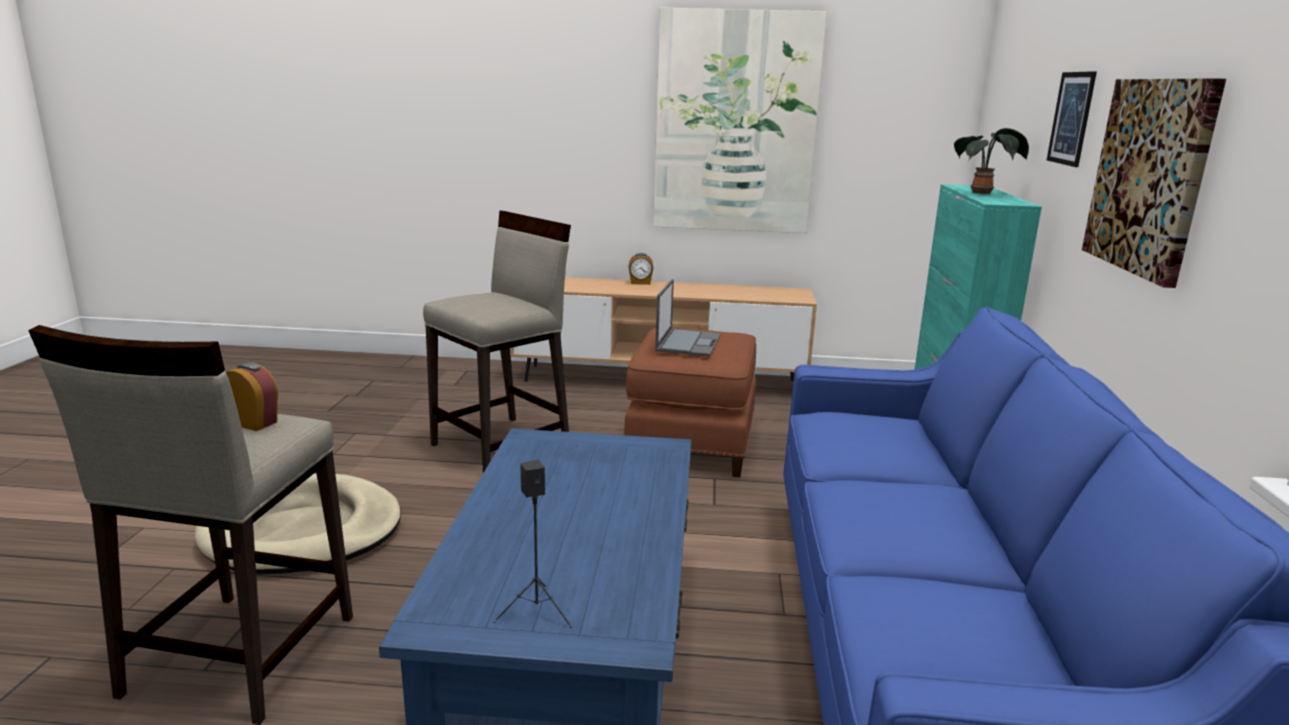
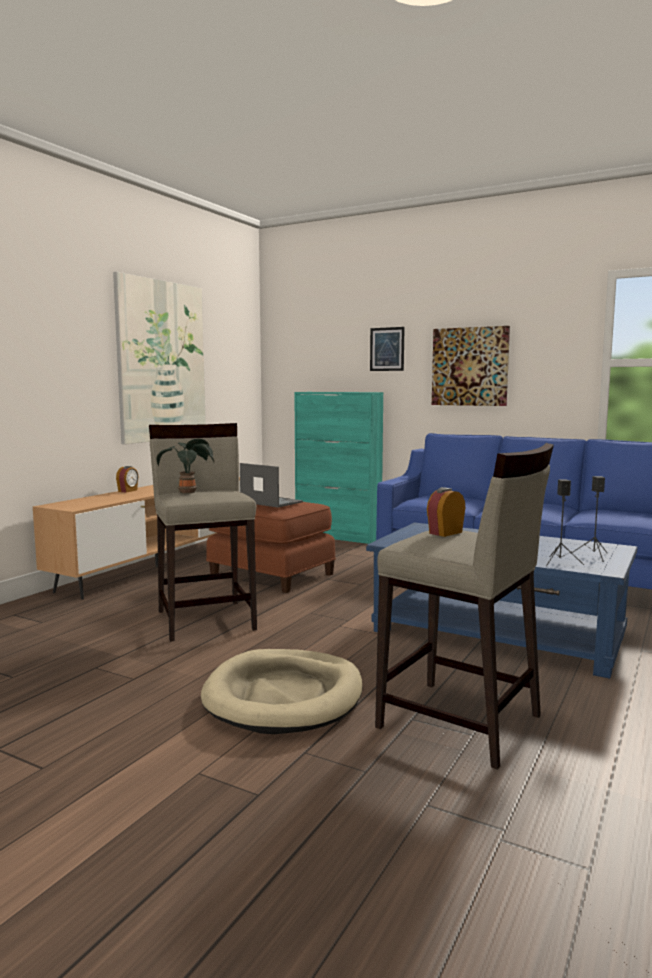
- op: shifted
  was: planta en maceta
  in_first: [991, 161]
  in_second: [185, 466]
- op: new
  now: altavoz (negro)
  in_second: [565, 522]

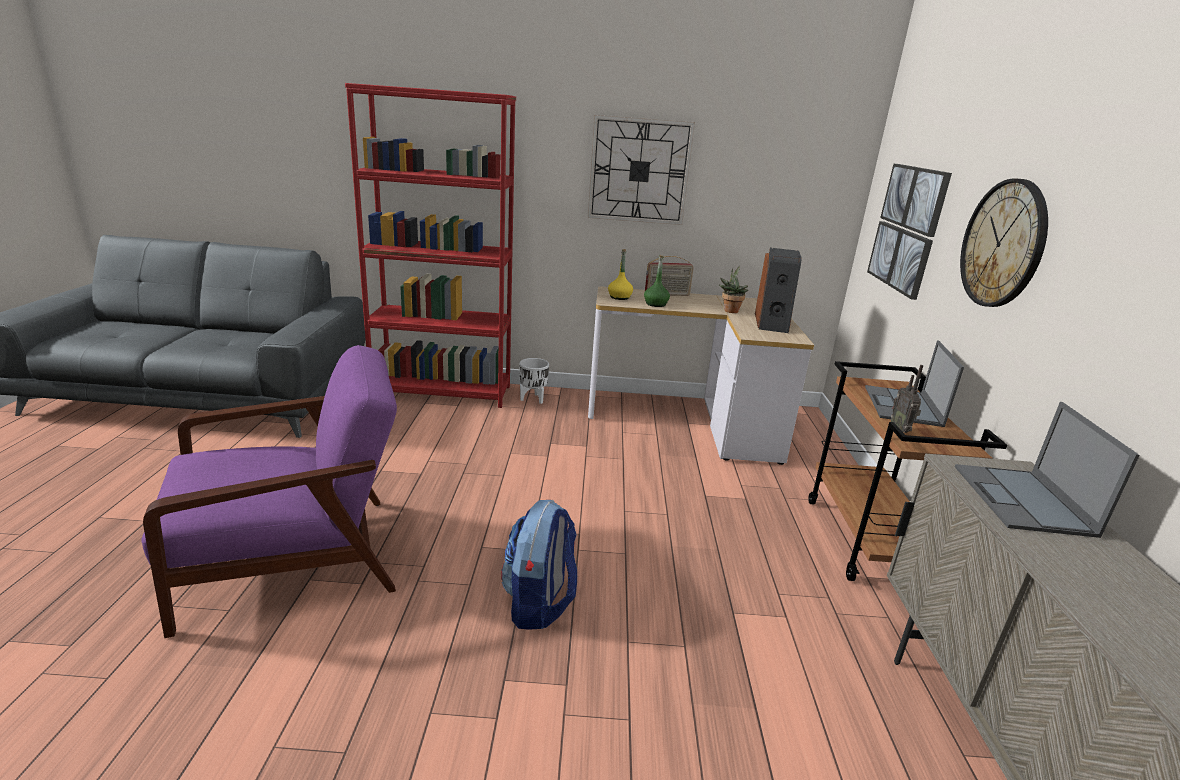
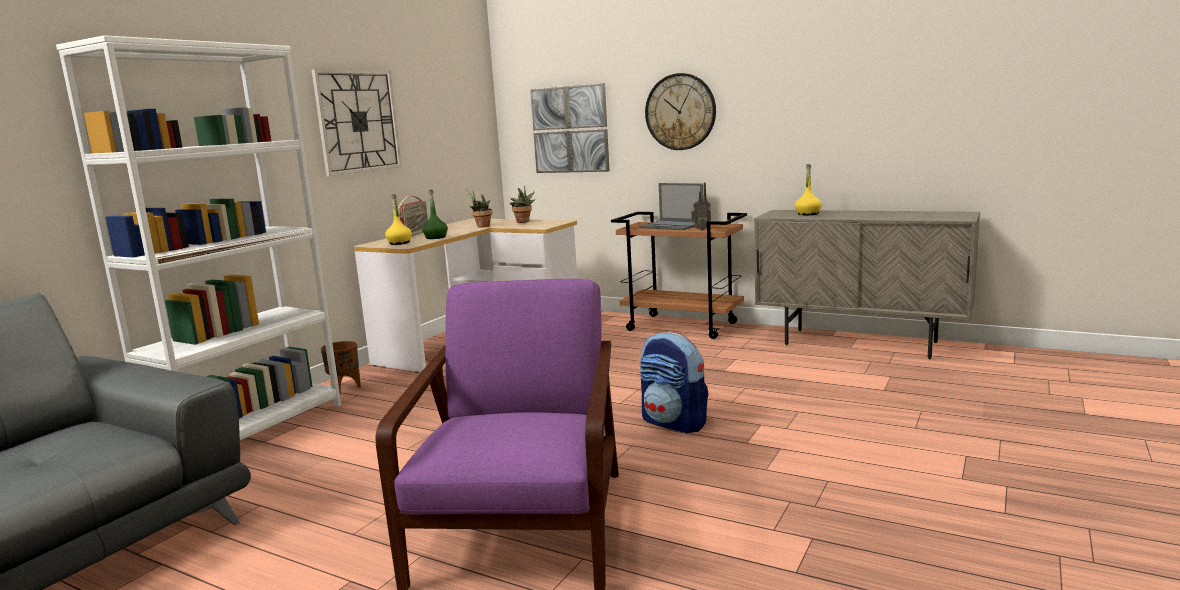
- op: repainted
  was: estantería (rojo)
  now: estantería (blanco)
  in_first: [430, 245]
  in_second: [198, 237]
- op: repainted
  was: maceta (blanco)
  now: maceta (marrón)
  in_first: [534, 381]
  in_second: [341, 367]
- op: swapped
  was: altavoz
  now: planta en maceta
  in_first: [778, 290]
  in_second: [523, 204]
- op: swapped
  was: portátil
  now: botella (amarillo)
  in_first: [1047, 470]
  in_second: [808, 189]

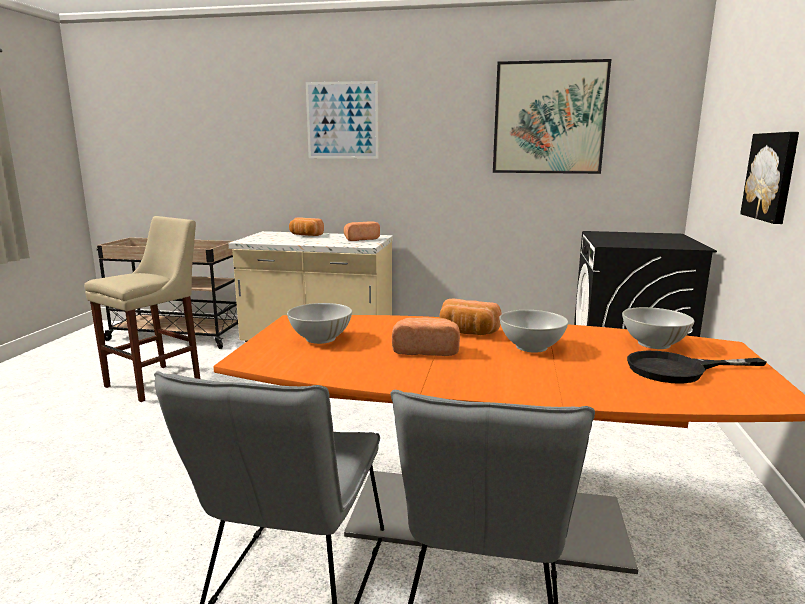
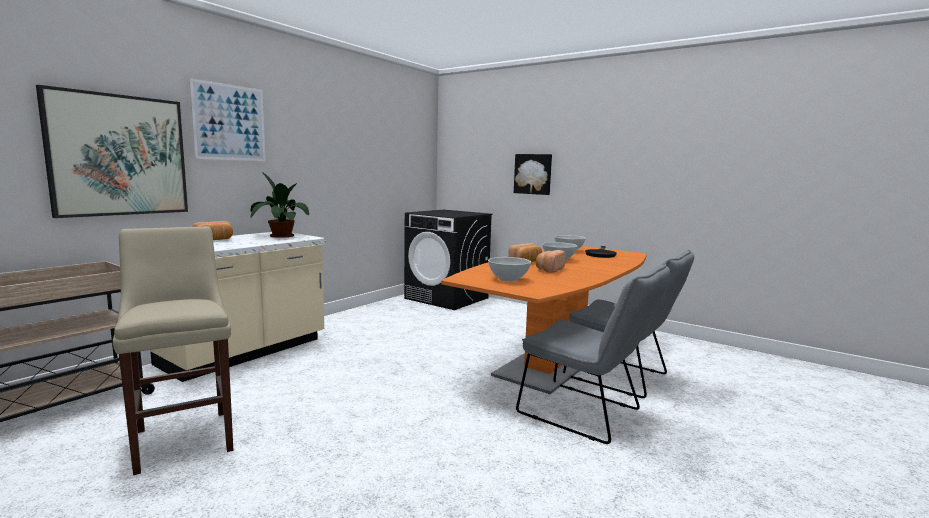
- op: swapped
  was: pan
  now: planta en maceta
  in_first: [362, 231]
  in_second: [279, 205]
- op: shifted
  was: cuadro
  in_first: [552, 116]
  in_second: [112, 151]

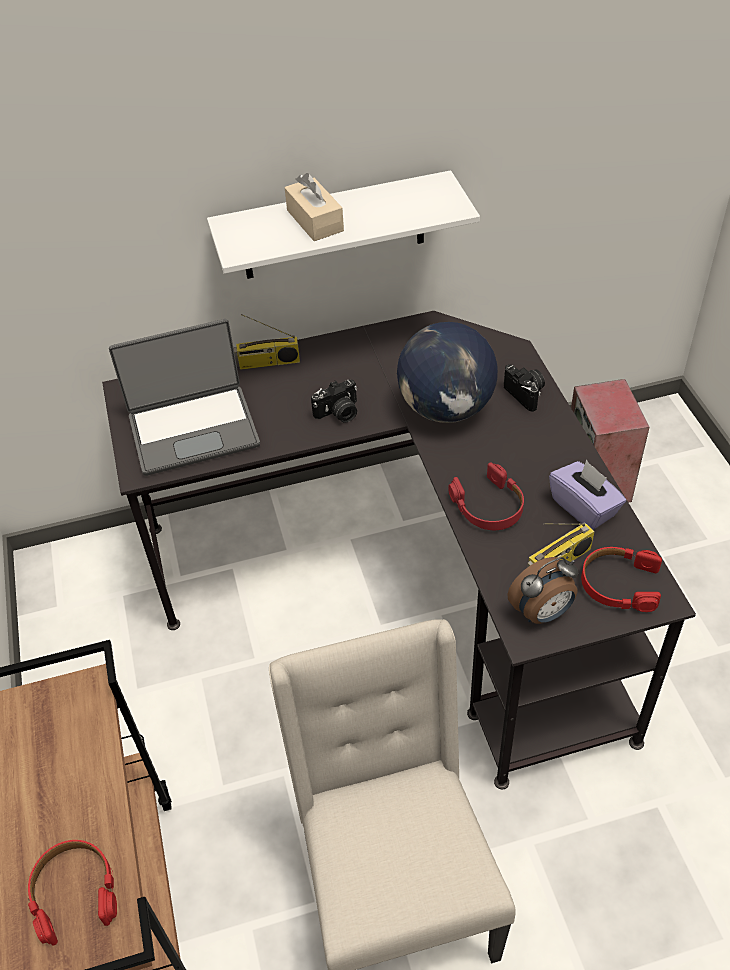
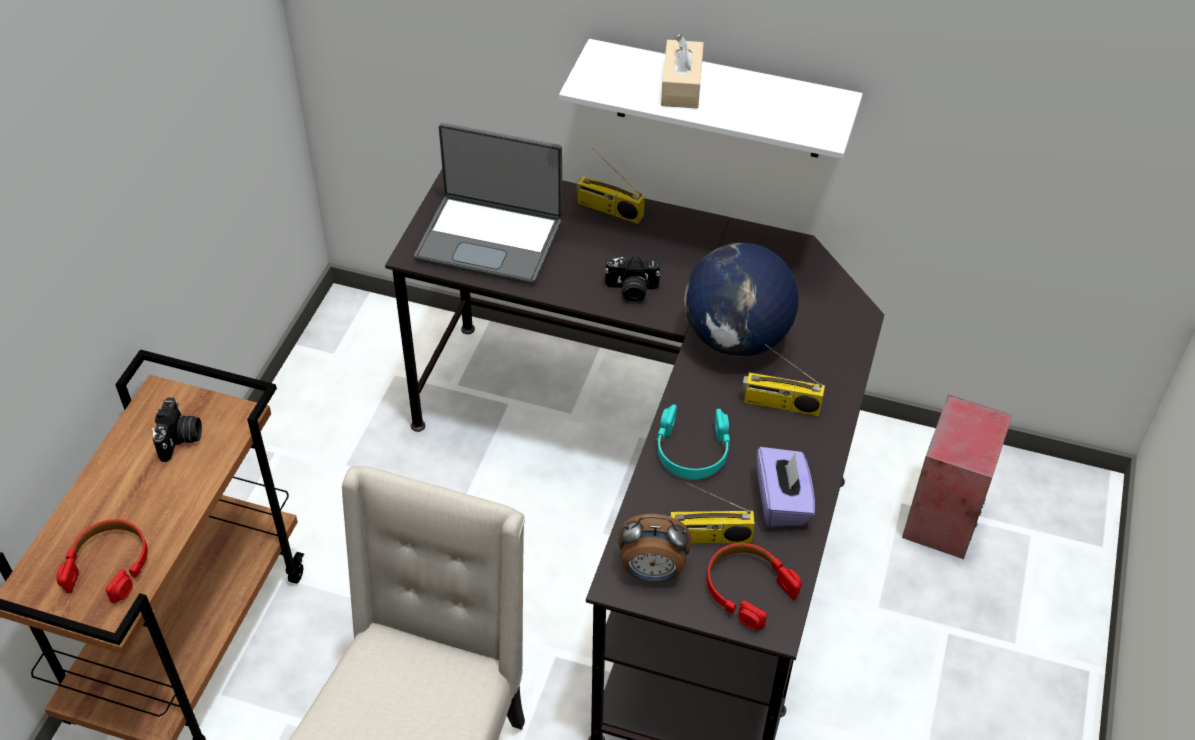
- op: repainted
  was: auriculares (rojo)
  now: auriculares (turquesa)
  in_first: [486, 496]
  in_second: [693, 441]
- op: shifted
  was: cámara
  in_first: [524, 388]
  in_second: [177, 430]
- op: new
  now: radio
  in_second: [783, 380]

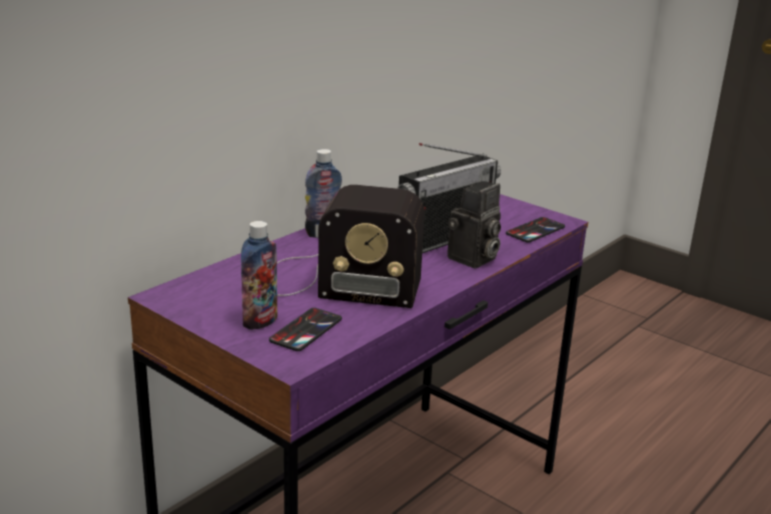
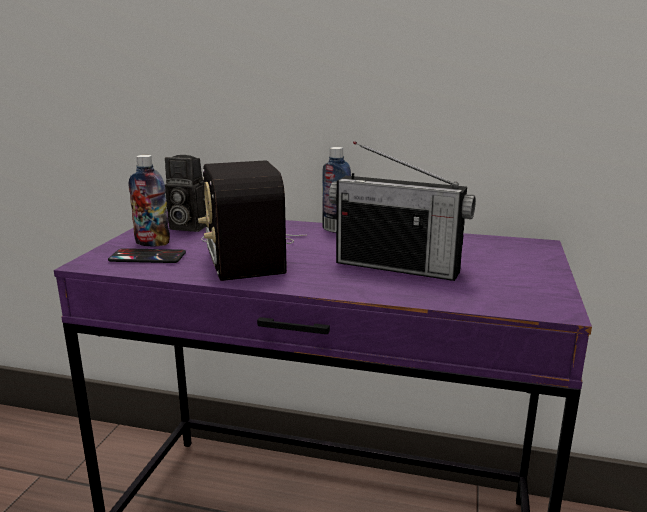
- op: shifted
  was: cámara
  in_first: [474, 224]
  in_second: [186, 193]
- op: gone
  was: móvil
  in_first: [535, 230]

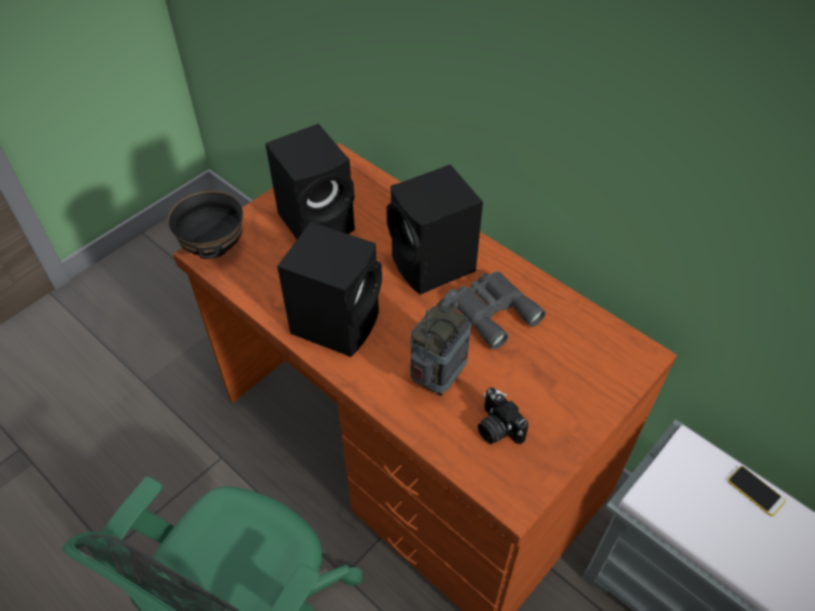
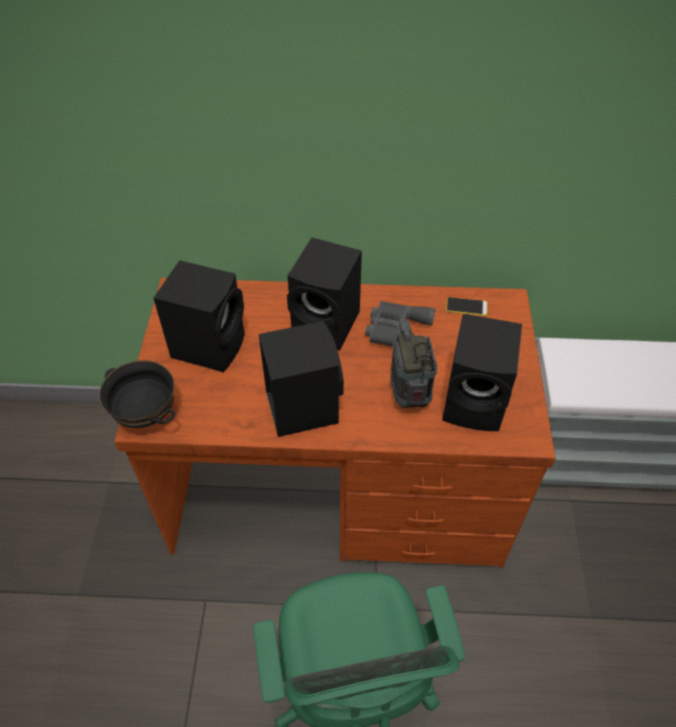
- op: swapped
  was: cámara
  now: altavoz (negro)
  in_first: [503, 415]
  in_second: [482, 372]
- op: shifted
  was: móvil
  in_first: [757, 491]
  in_second: [467, 306]

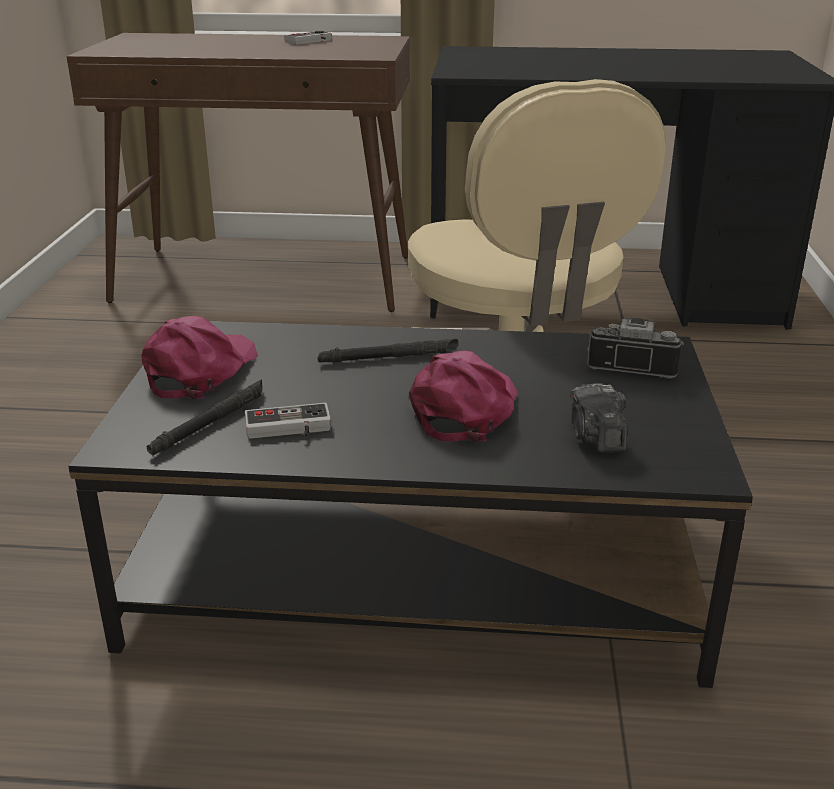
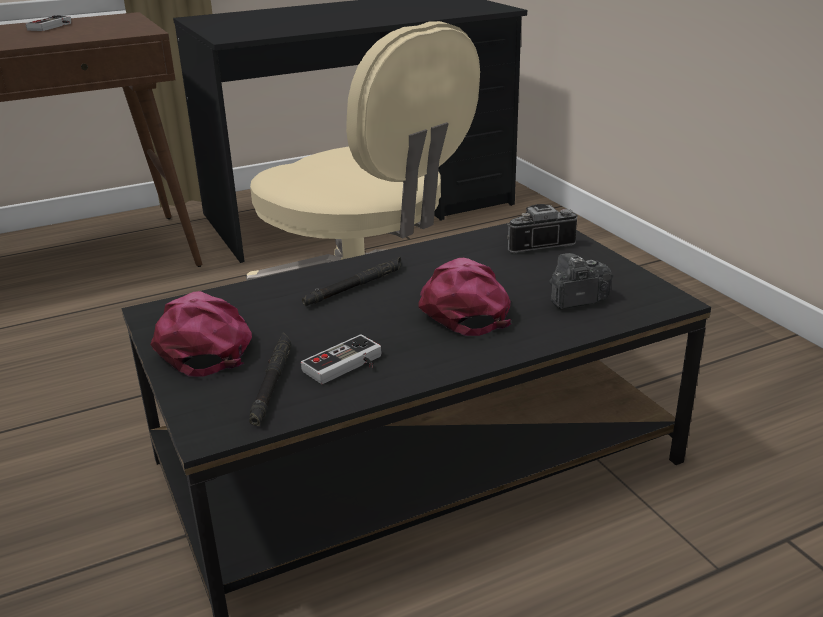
- op: rotated
  was: cámara
  in_first: [598, 418]
  in_second: [581, 281]
  clockwise: 105

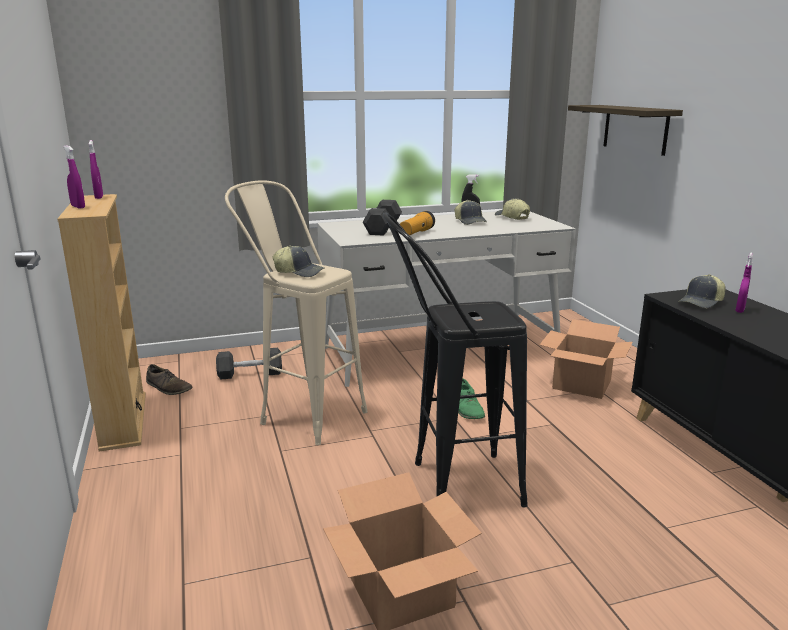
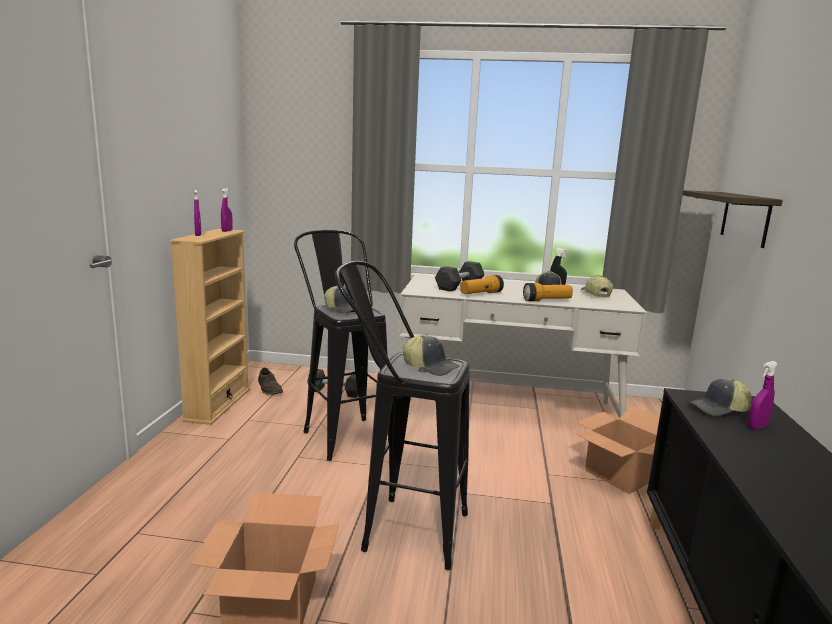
- op: repainted
  was: taburete (beis)
  now: taburete (negro)
  in_first: [296, 312]
  in_second: [342, 345]
- op: gone
  was: zapato (verde)
  in_first: [471, 399]
- op: new
  now: gorra
  in_second: [431, 355]
- op: new
  now: linterna
  in_second: [548, 292]

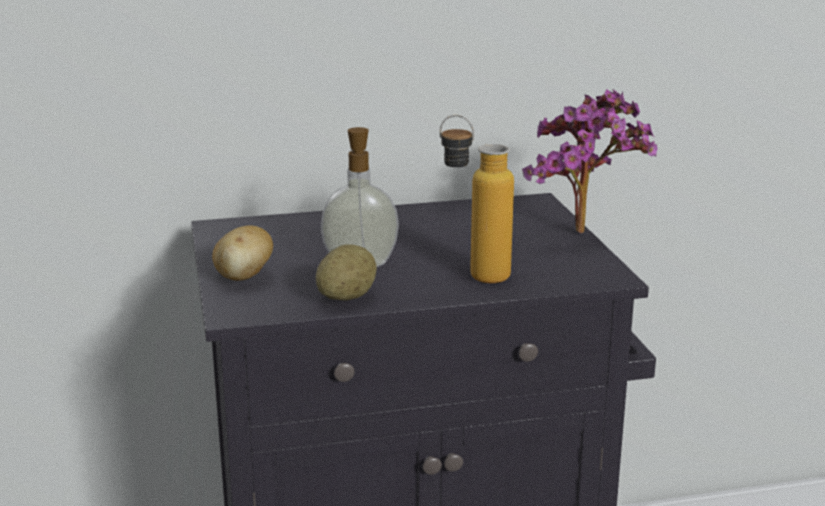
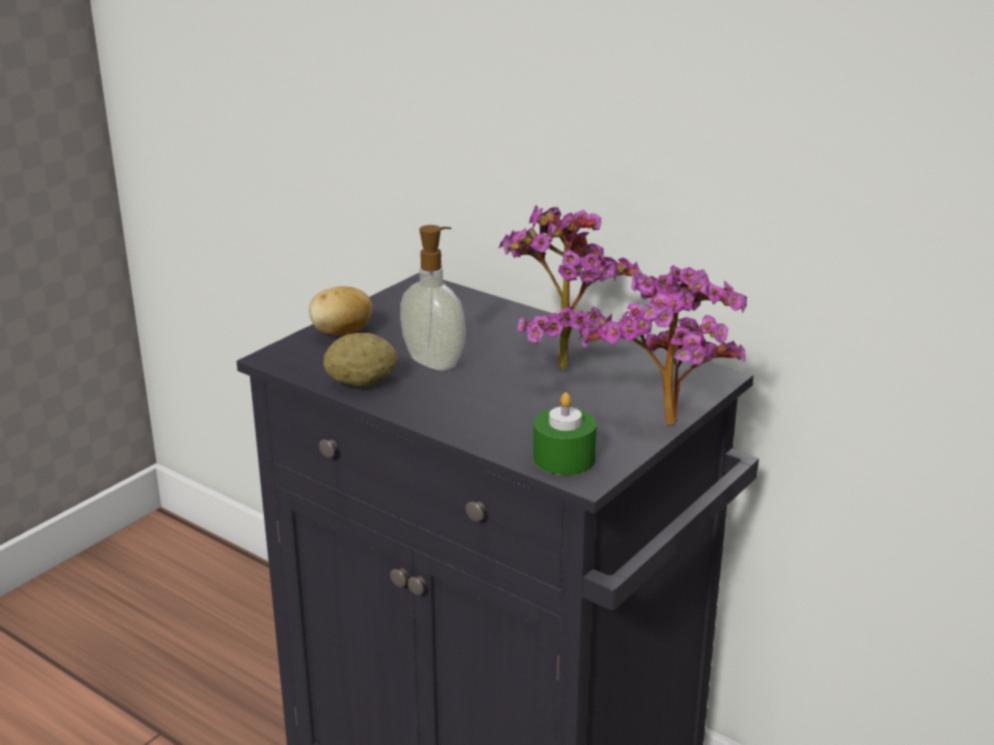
- op: gone
  was: botella
  in_first: [477, 199]
- op: new
  now: planta en maceta
  in_second: [571, 288]
- op: new
  now: vela (verde)
  in_second: [565, 433]

